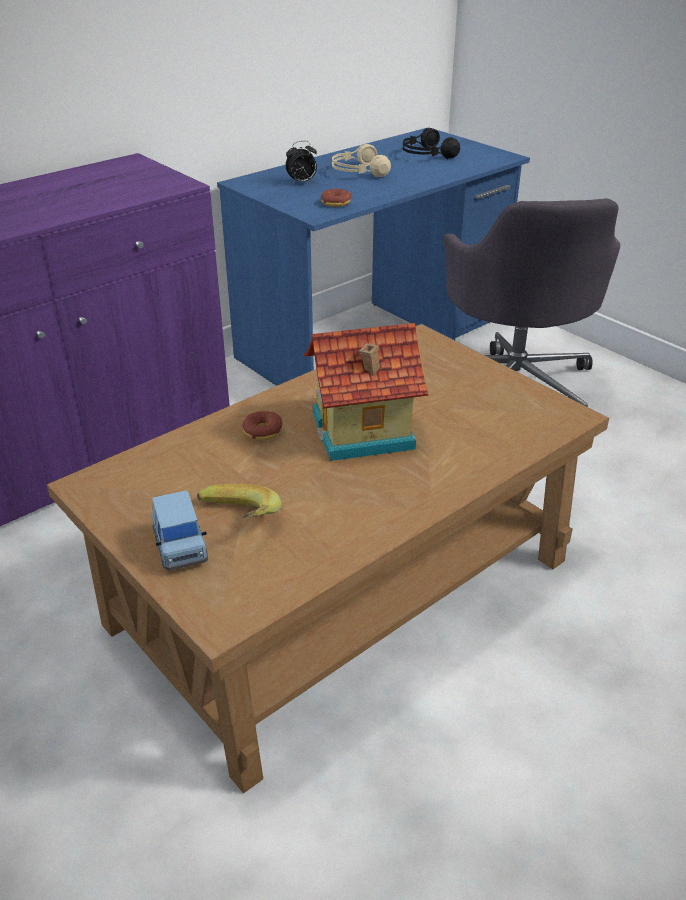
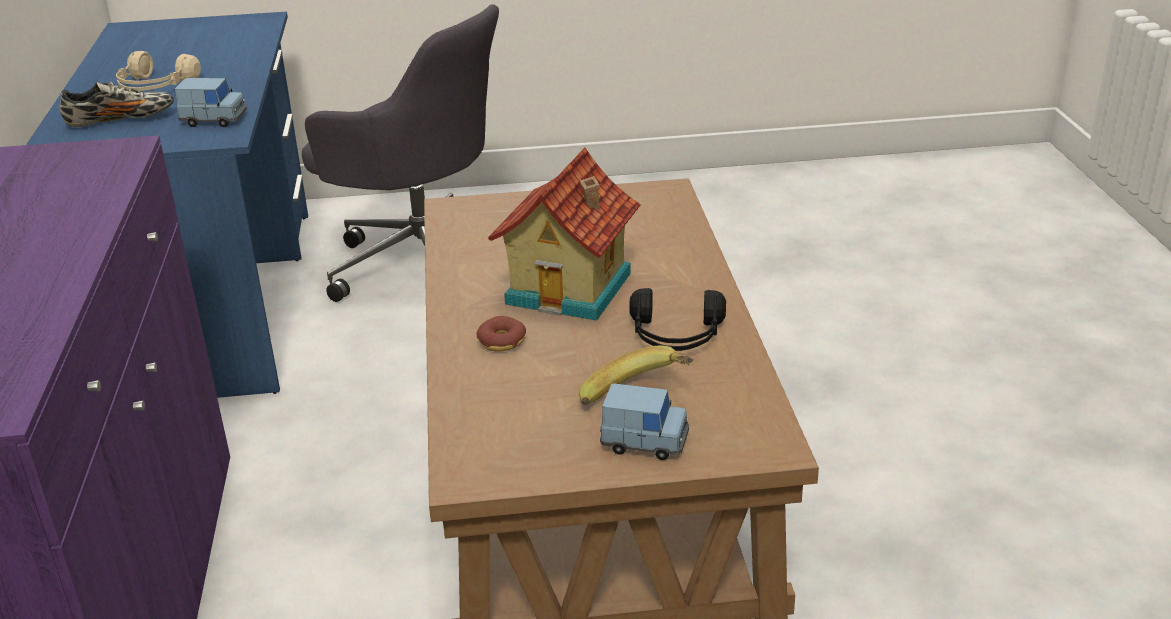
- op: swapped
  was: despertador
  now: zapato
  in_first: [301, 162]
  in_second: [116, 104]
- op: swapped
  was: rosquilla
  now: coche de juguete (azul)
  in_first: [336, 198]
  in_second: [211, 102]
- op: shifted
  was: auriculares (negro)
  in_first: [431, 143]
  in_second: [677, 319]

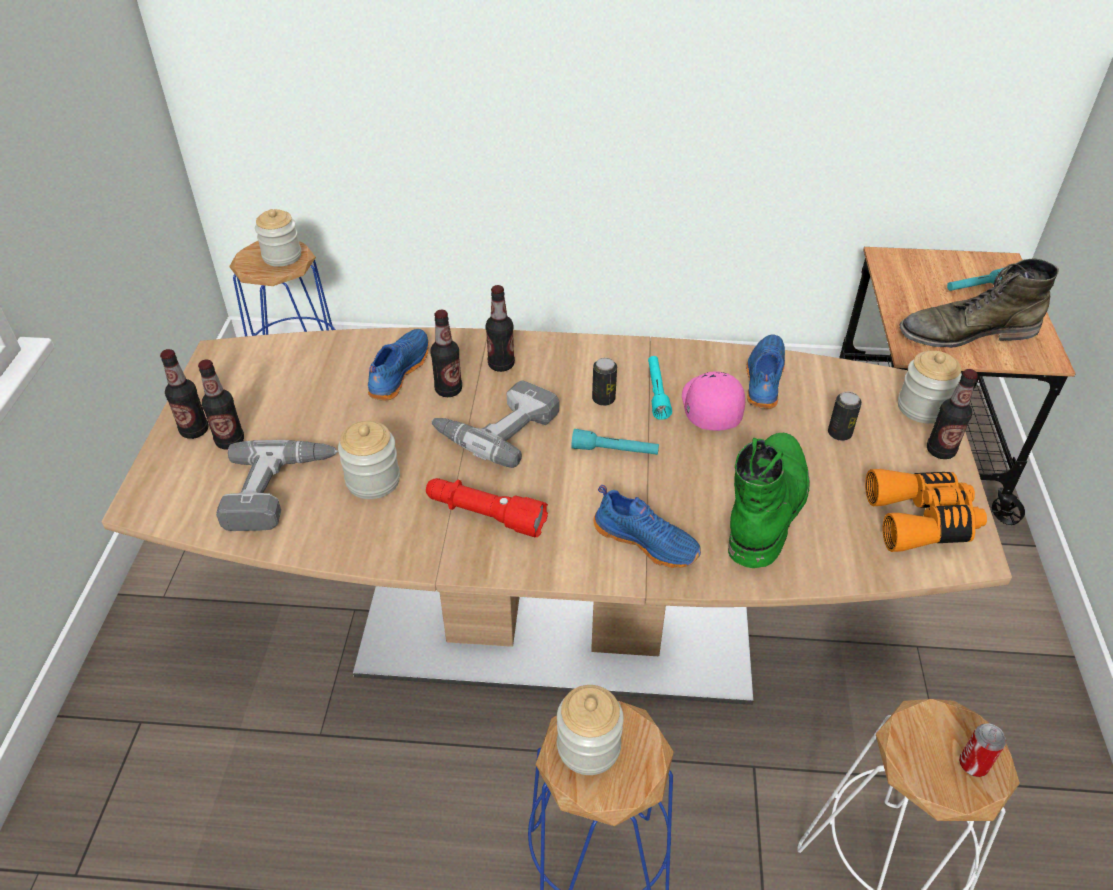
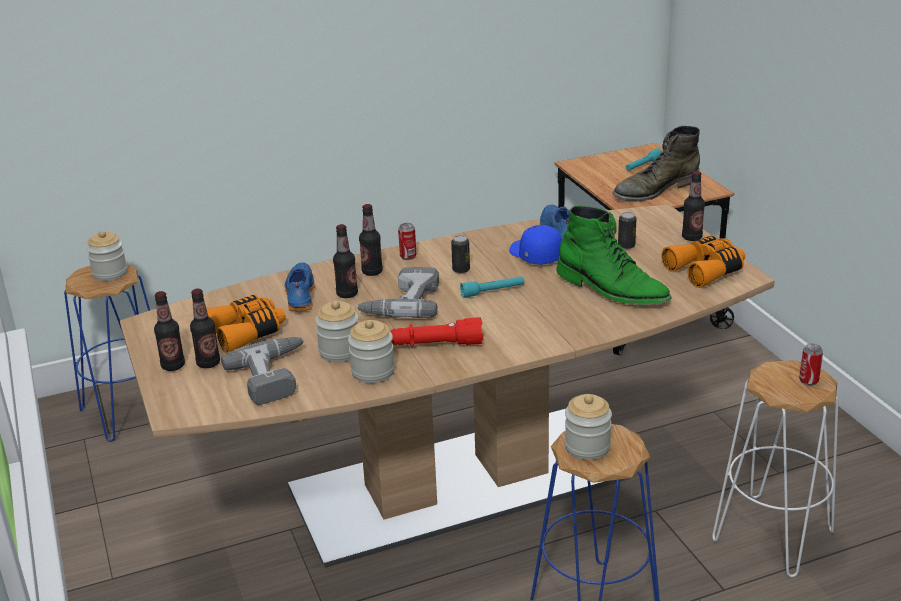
- op: gone
  was: zapato (azul)
  in_first: [647, 526]
- op: gone
  was: linterna (turquesa)
  in_first: [660, 388]
- op: repainted
  was: gorra (rosa)
  now: gorra (azul)
  in_first: [713, 401]
  in_second: [535, 245]
- op: rotated
  was: bota (verde)
  in_first: [769, 500]
  in_second: [614, 255]
  clockwise: 135
- op: shifted
  was: tarro
  in_first: [930, 387]
  in_second: [371, 351]
- op: new
  now: prismáticos (naranja)
  in_second: [246, 323]
- op: new
  now: lata
  in_second: [407, 241]

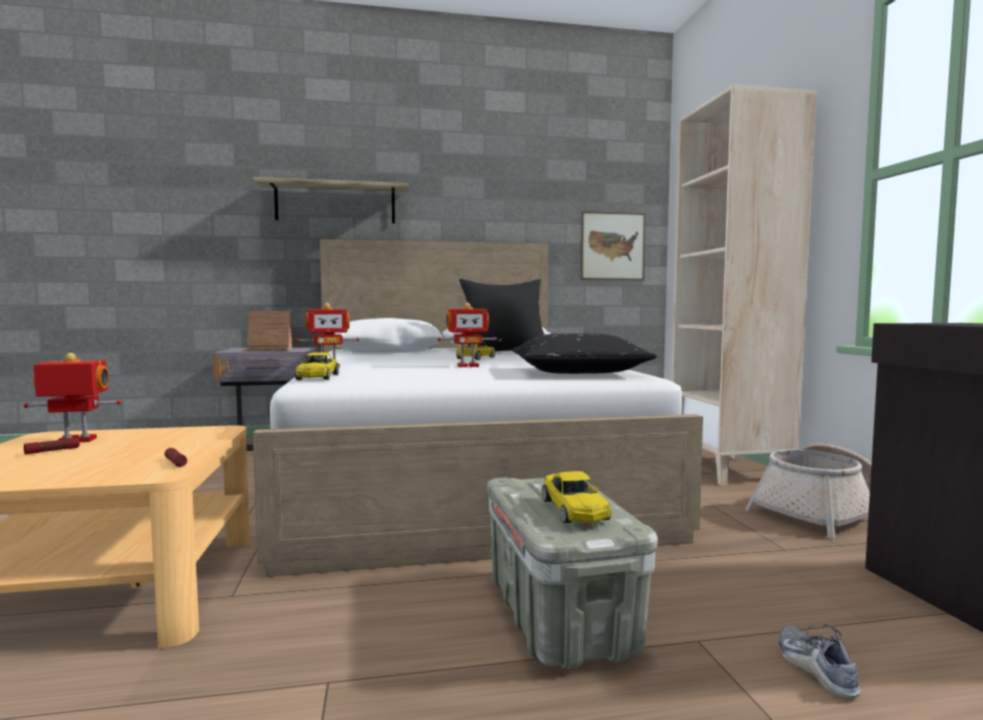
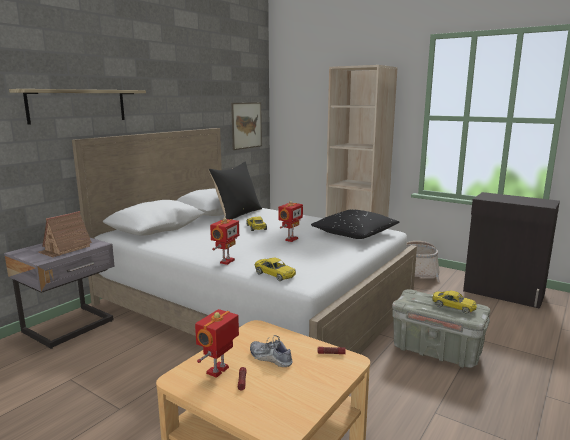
- op: shifted
  was: zapato
  in_first: [819, 661]
  in_second: [271, 351]

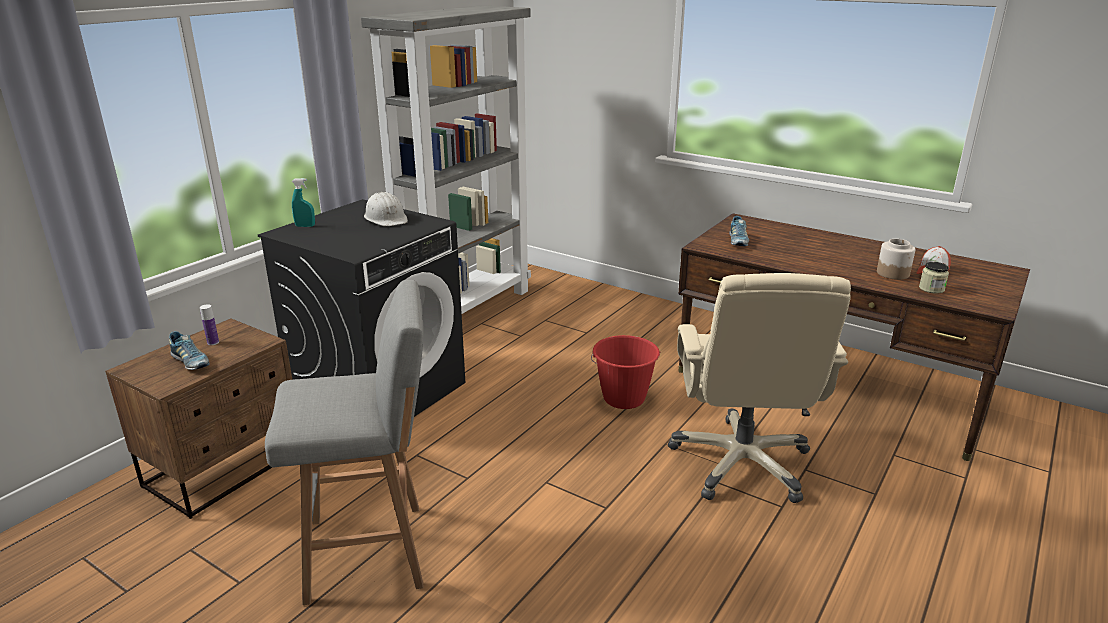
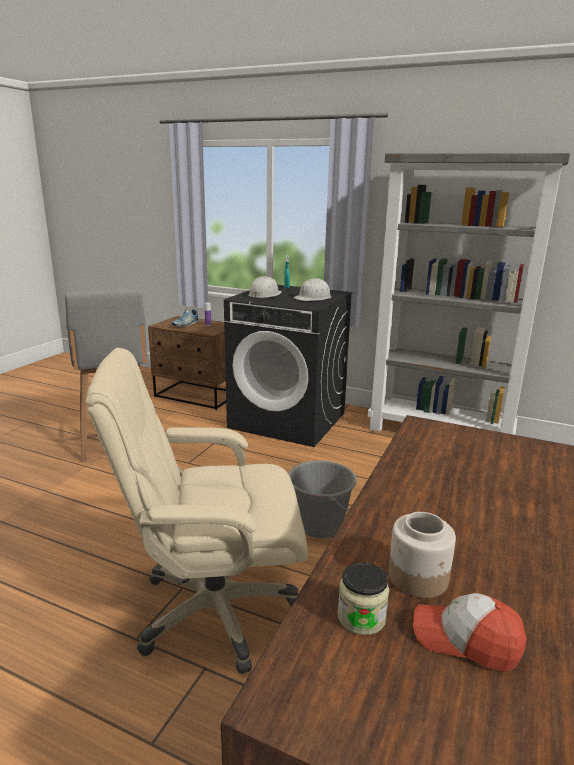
- op: repainted
  was: cubo (rojo)
  now: cubo (gris)
  in_first: [625, 372]
  in_second: [322, 499]
- op: gone
  was: zapato
  in_first: [739, 231]
- op: new
  now: casco (blanco)
  in_second: [265, 287]

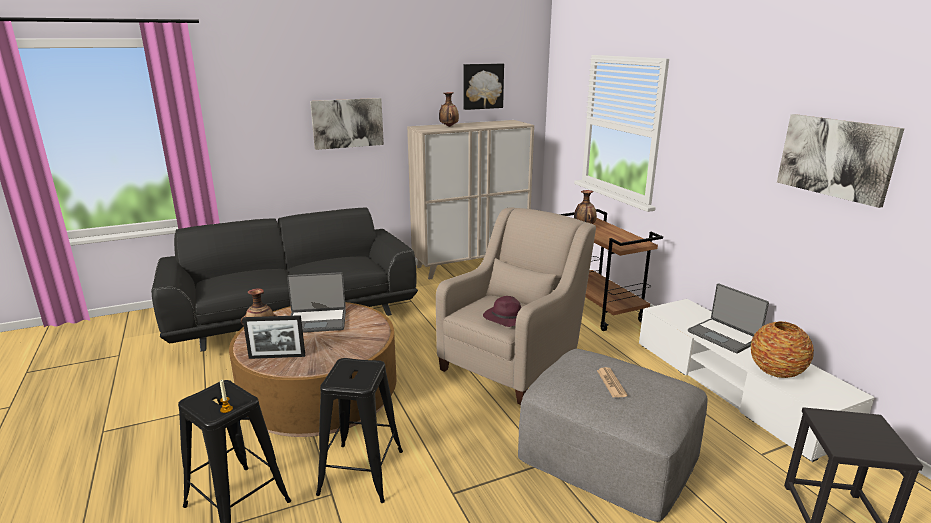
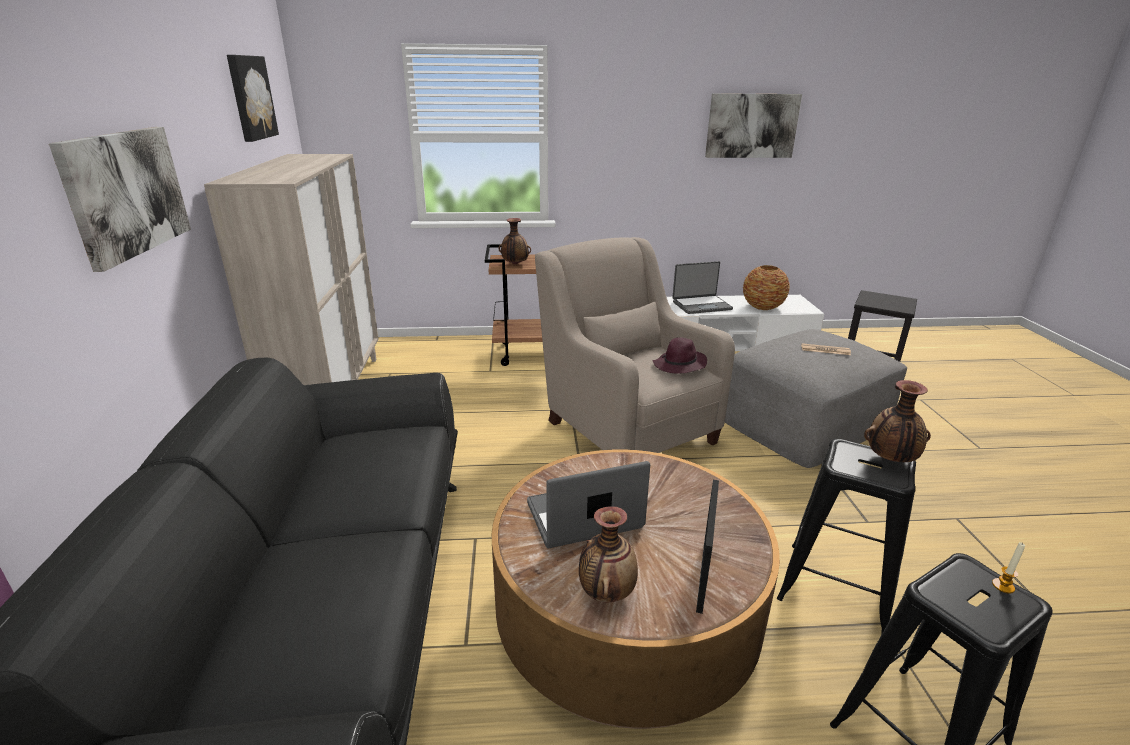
- op: rotated
  was: portátil
  in_first: [316, 302]
  in_second: [588, 504]
  clockwise: -120
- op: shifted
  was: florero
  in_first: [449, 109]
  in_second: [897, 421]

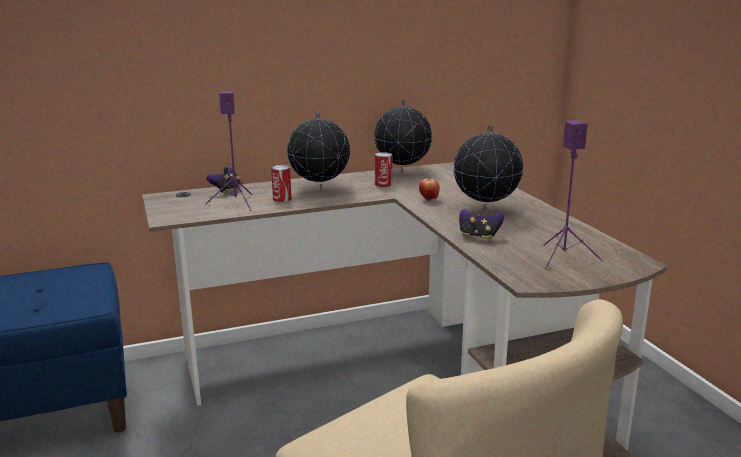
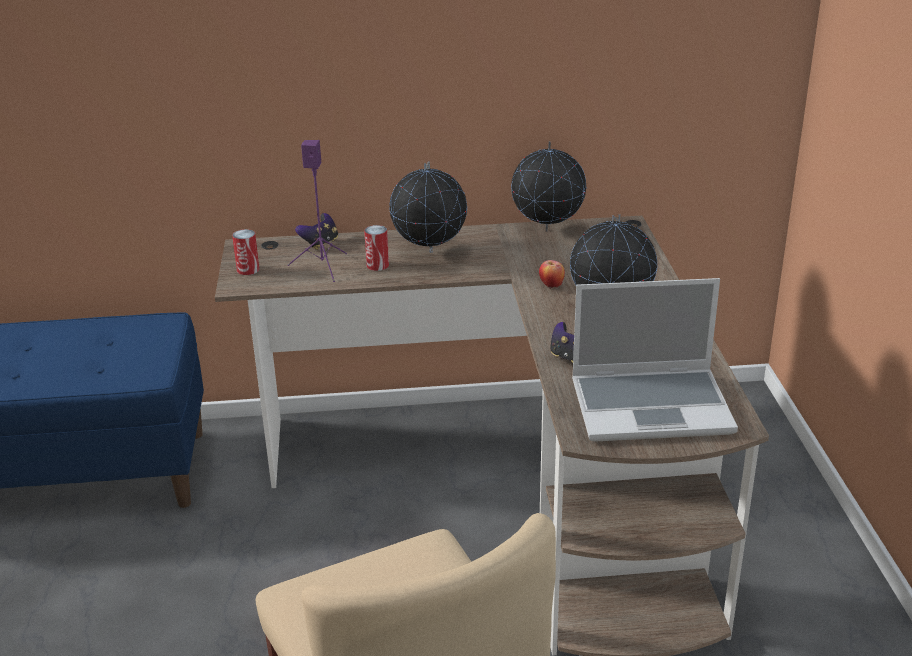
- op: shifted
  was: lata
  in_first: [383, 170]
  in_second: [246, 252]
- op: swapped
  was: altavoz (morado)
  now: portátil
  in_first: [573, 195]
  in_second: [655, 360]

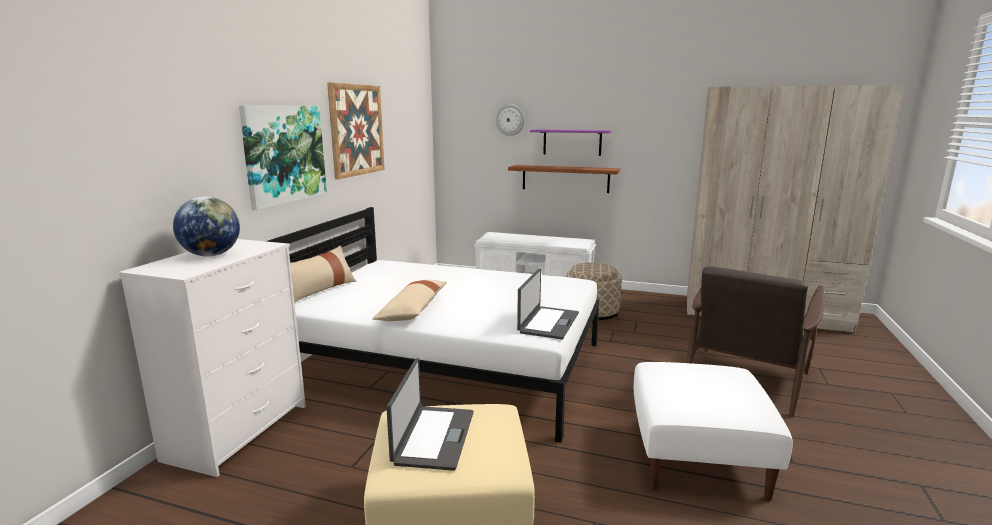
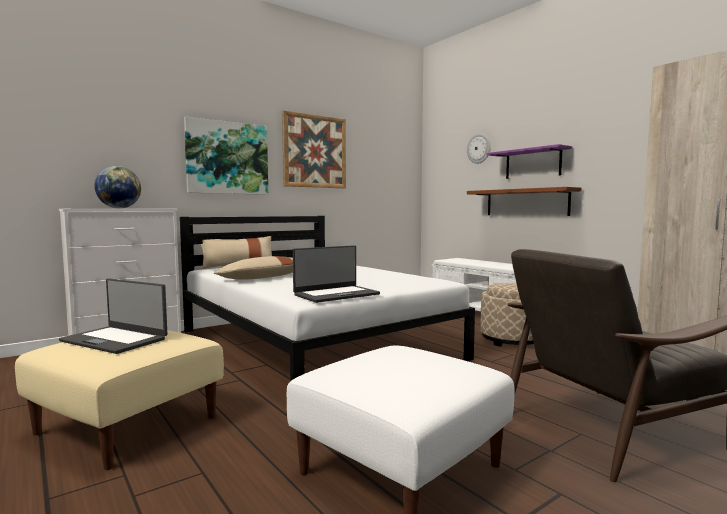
- op: rotated
  was: portátil
  in_first: [430, 414]
  in_second: [113, 316]
  clockwise: 75

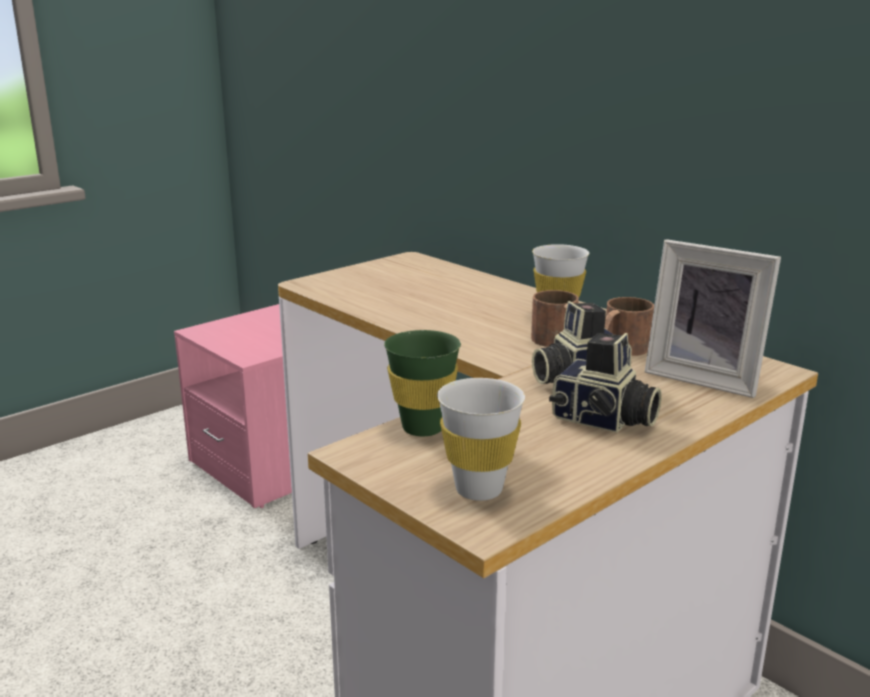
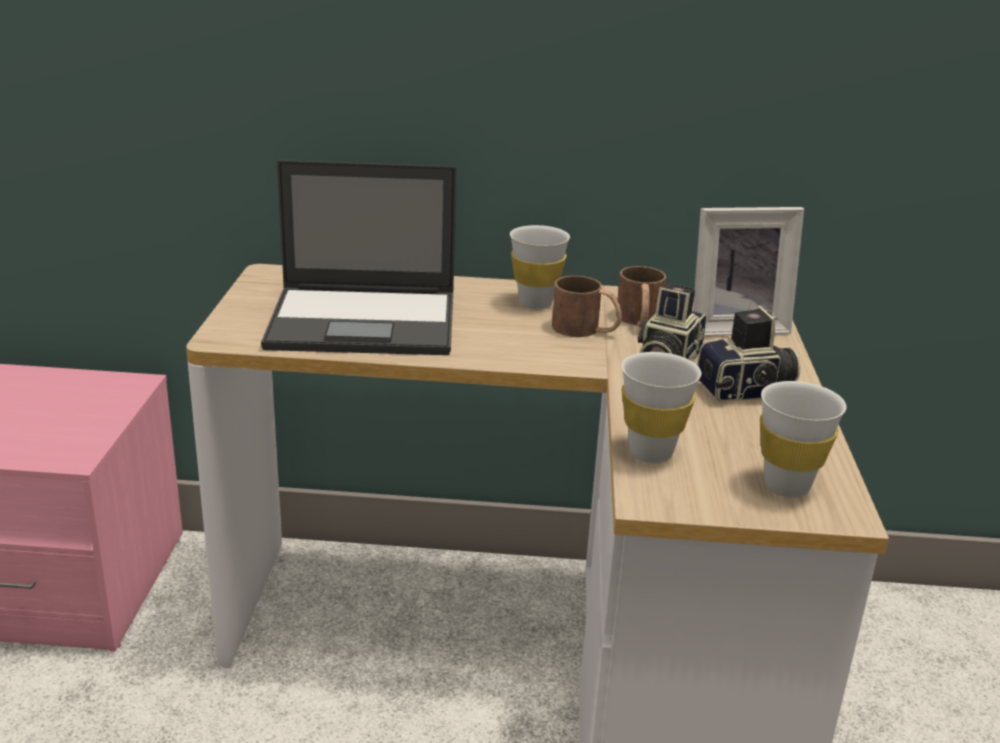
- op: repainted
  was: taza (verde)
  now: taza (blanco)
  in_first: [422, 383]
  in_second: [661, 407]
- op: new
  now: portátil
  in_second: [358, 257]

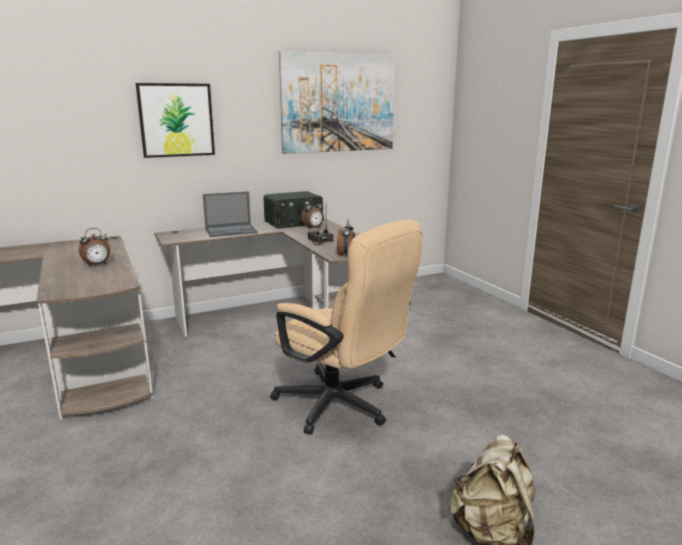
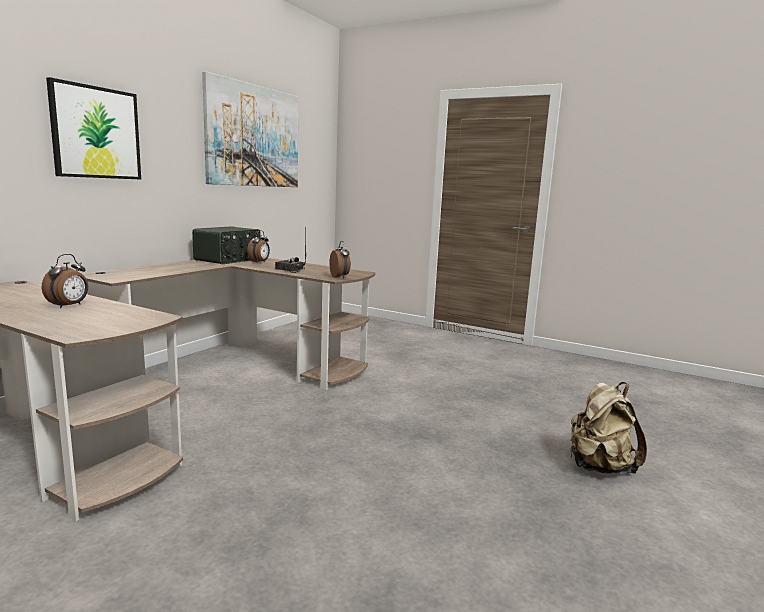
- op: gone
  was: portátil
  in_first: [230, 214]
- op: gone
  was: silla de oficina (beis)
  in_first: [346, 327]

